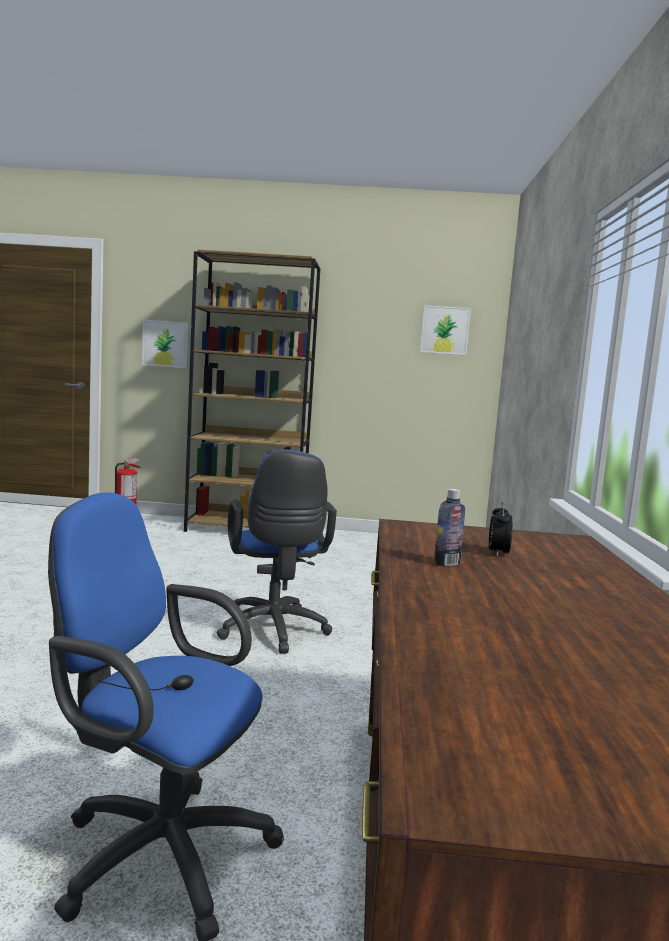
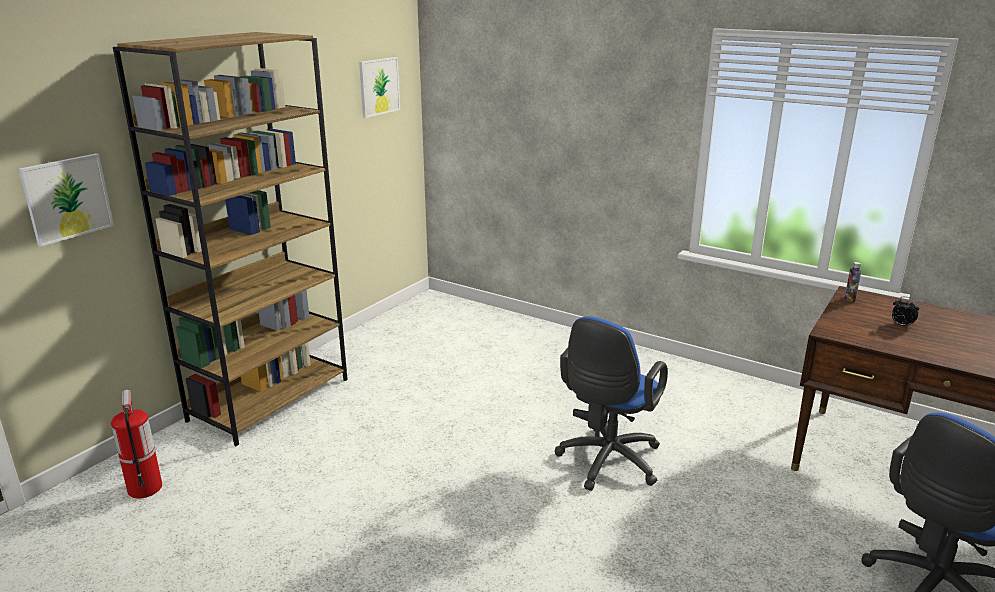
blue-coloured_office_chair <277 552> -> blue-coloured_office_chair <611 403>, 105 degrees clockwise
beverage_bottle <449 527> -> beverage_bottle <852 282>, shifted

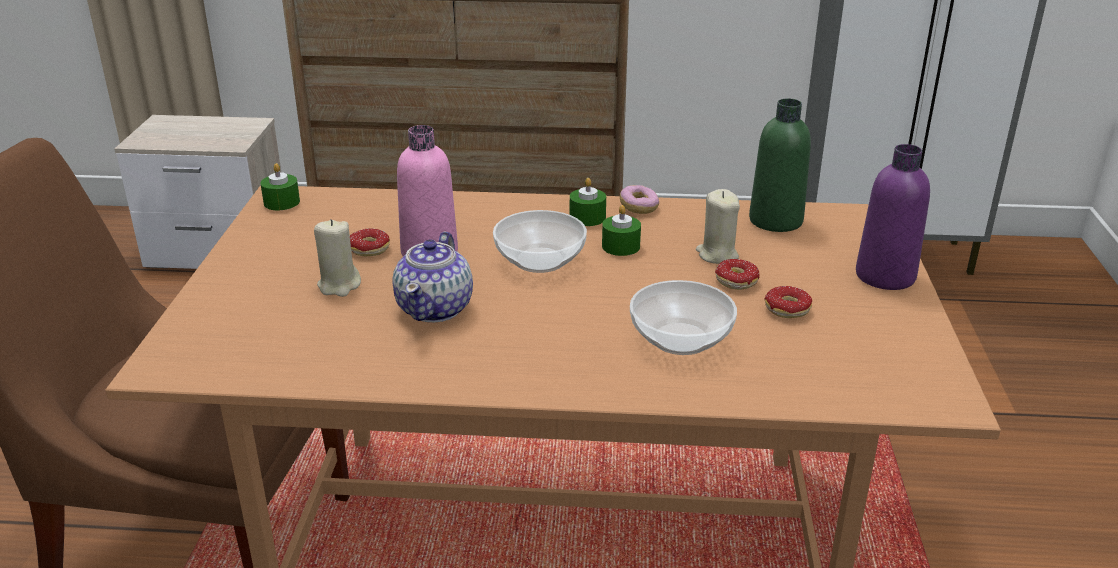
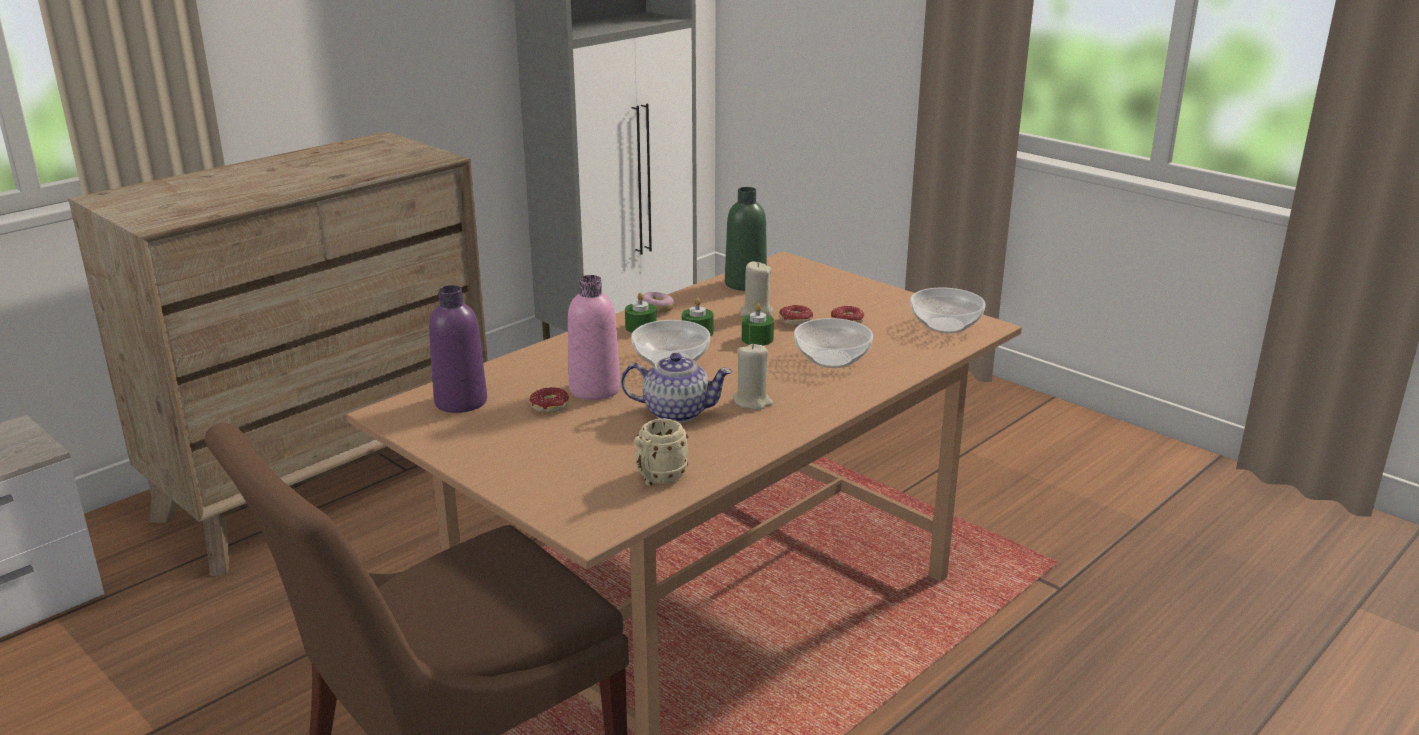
purple_beverage_bottle <893 217> -> purple_beverage_bottle <458 349>, shifted
pot_for_tea <433 276> -> pot_for_tea <676 388>, 45 degrees counterclockwise
none -> sand-coloured_coffee_mug <661 452>
sand-coloured_wax_candle <337 258> -> sand-coloured_wax_candle <753 376>, shifted
green_wax_candle <280 186> -> green_wax_candle <758 324>, shifted
none -> deep_dish <948 311>

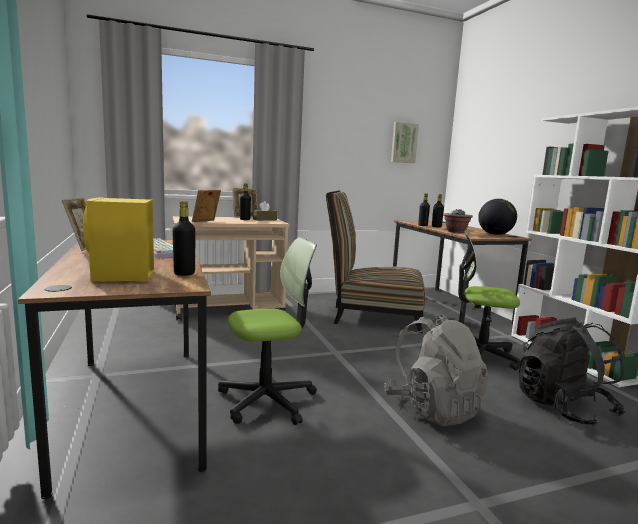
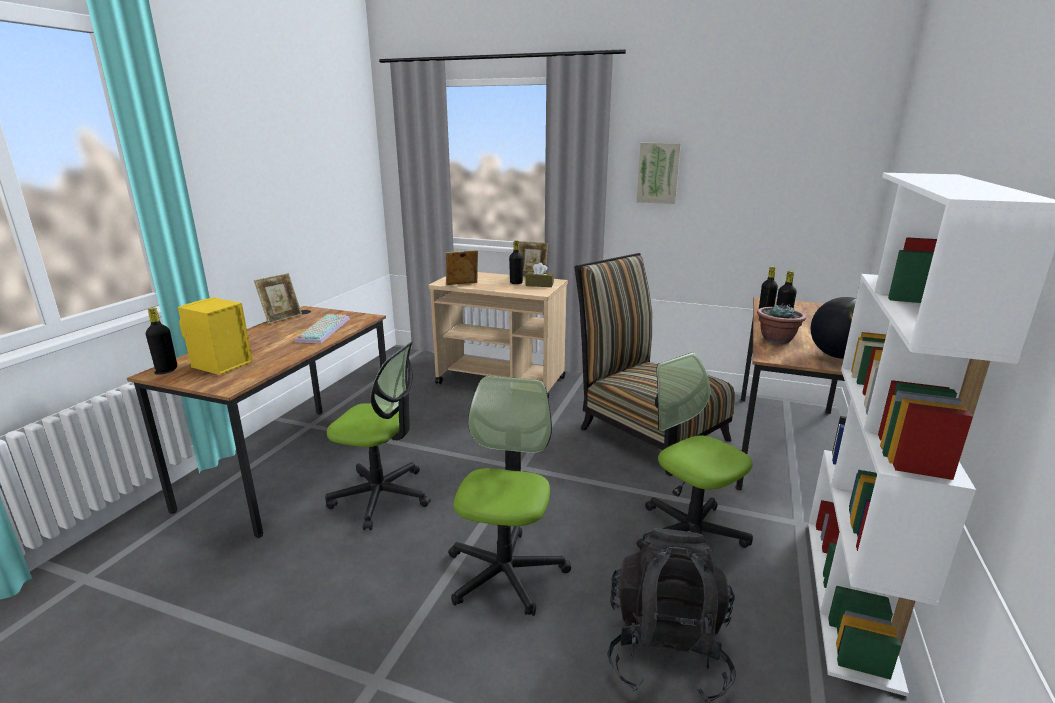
black_beverage_bottle <184 238> -> black_beverage_bottle <161 339>, shifted
gray_knapsack <436 370> -> office_chair <509 496>
picture <405 142> -> picture <658 173>, shifted

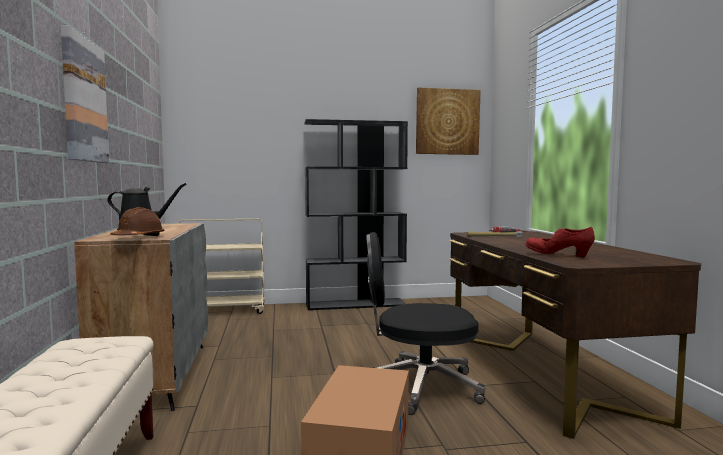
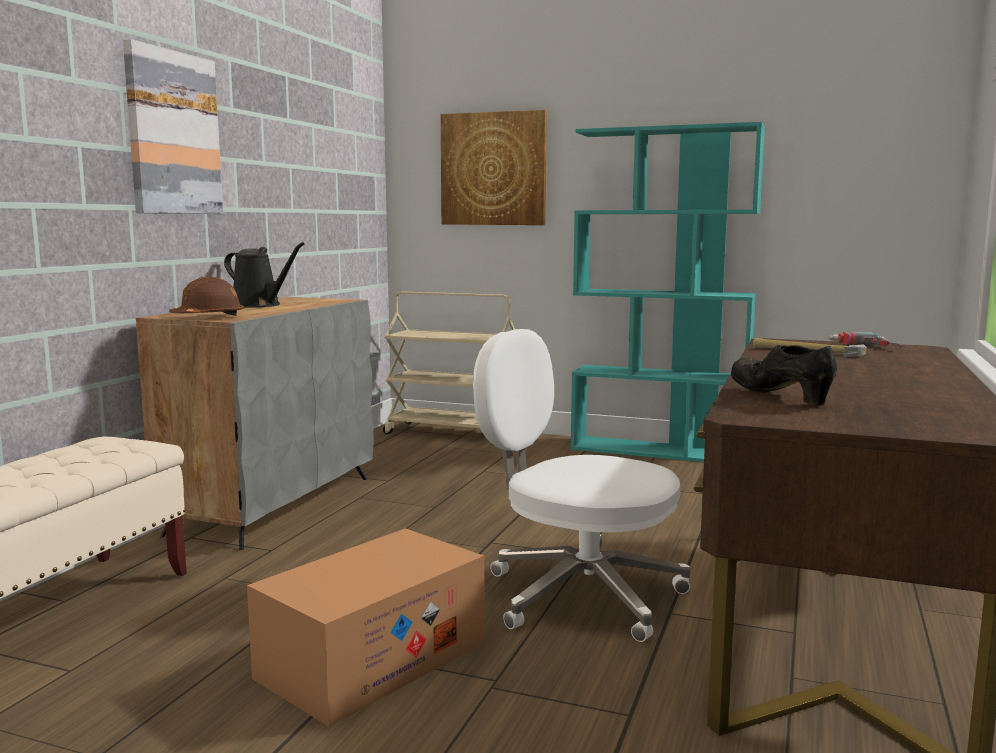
picture <448 121> -> picture <494 167>, shifted
black_office_chair <425 323> -> whitish_office_chair <581 485>
black_shelving_unit <356 214> -> turquoise_shelving_unit <668 292>
reddish_item_of_footwear <560 242> -> black_item_of_footwear <784 375>

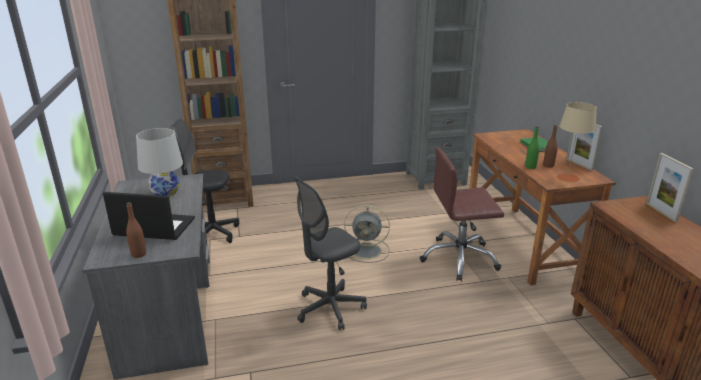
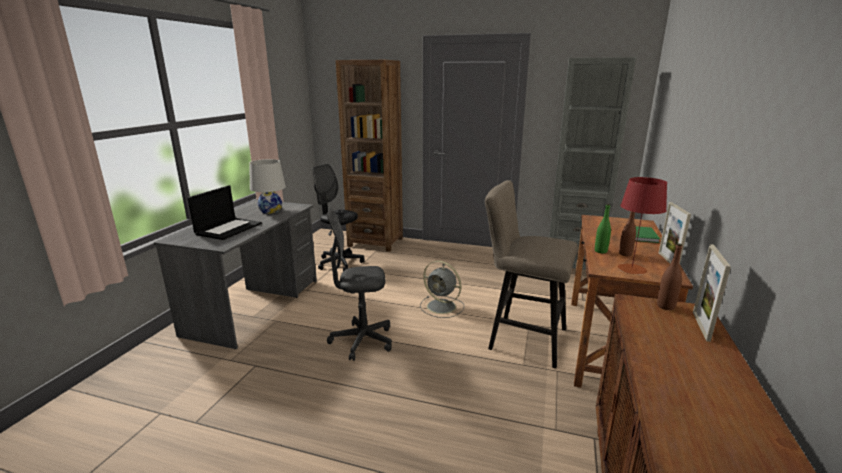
laptop <149 216> -> laptop <224 212>, 75 degrees clockwise
brown-coloured_office_chair <462 214> -> sand-coloured_stool_seat <531 274>
sand-coloured_lamp_for_a_table <576 142> -> reddish_lamp_for_a_table <642 226>
brown-coloured_beverage_bottle <136 230> -> brown-coloured_beverage_bottle <669 276>, shifted

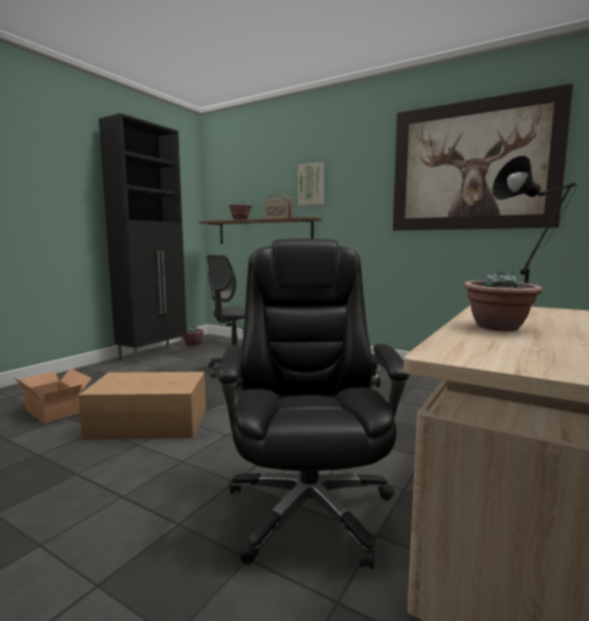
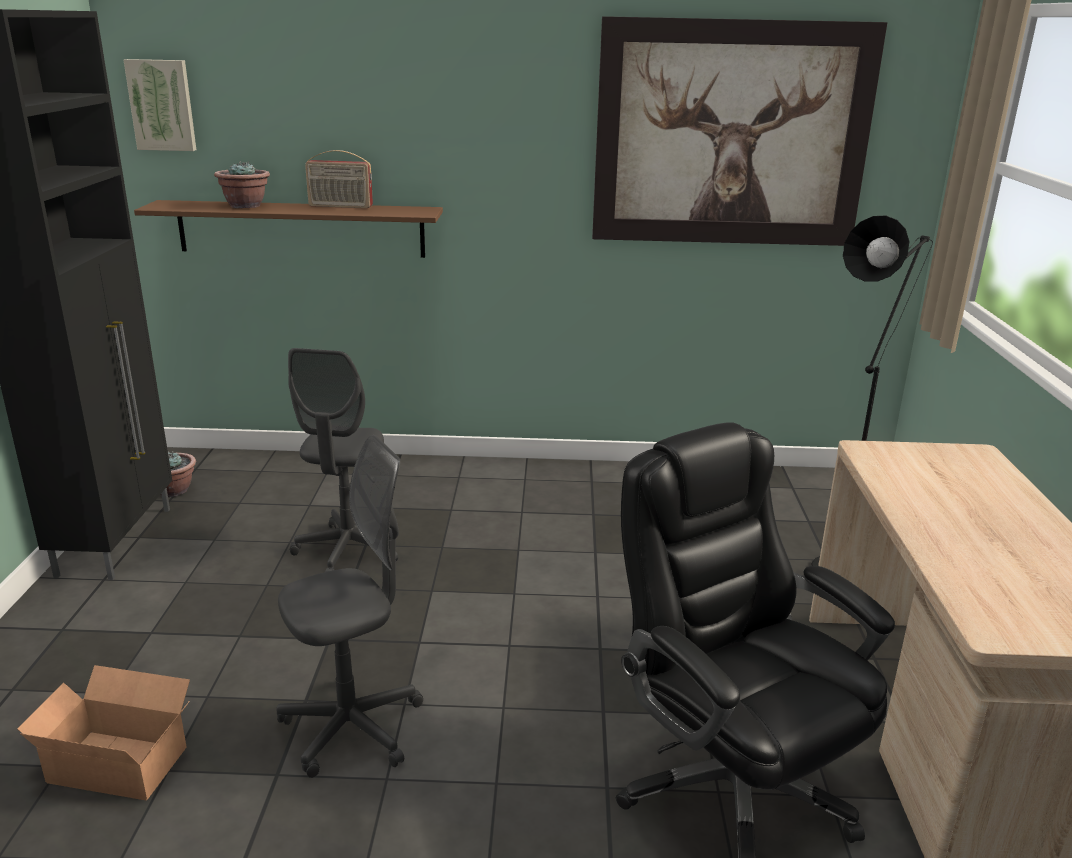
picture <311 184> -> picture <159 105>, shifted
carton <142 405> -> gray_office_chair <349 606>
plant_in_a_pot <503 301> -> none

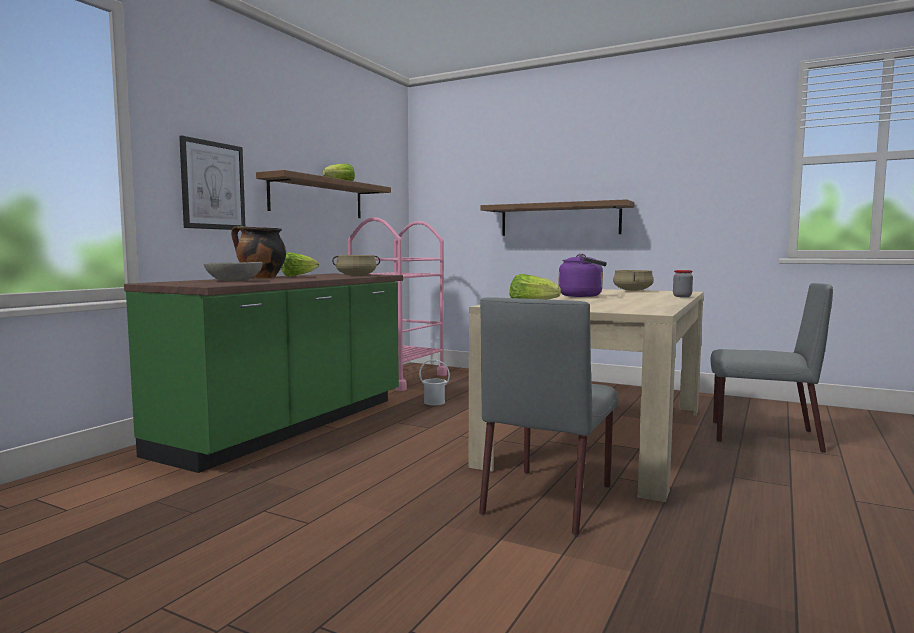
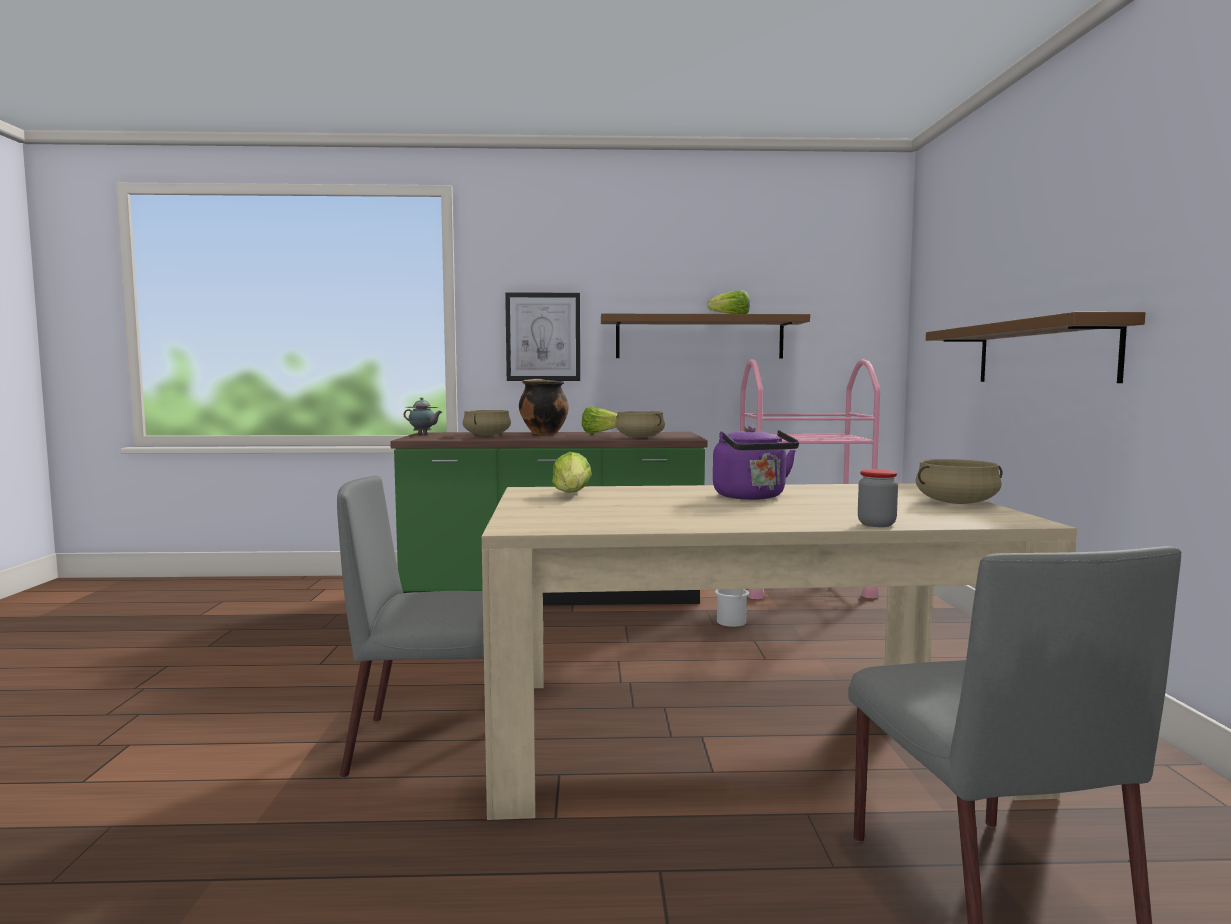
none -> pot_for_tea <423 415>
gray_deep_dish <233 271> -> sand-coloured_cooking_pot <487 422>

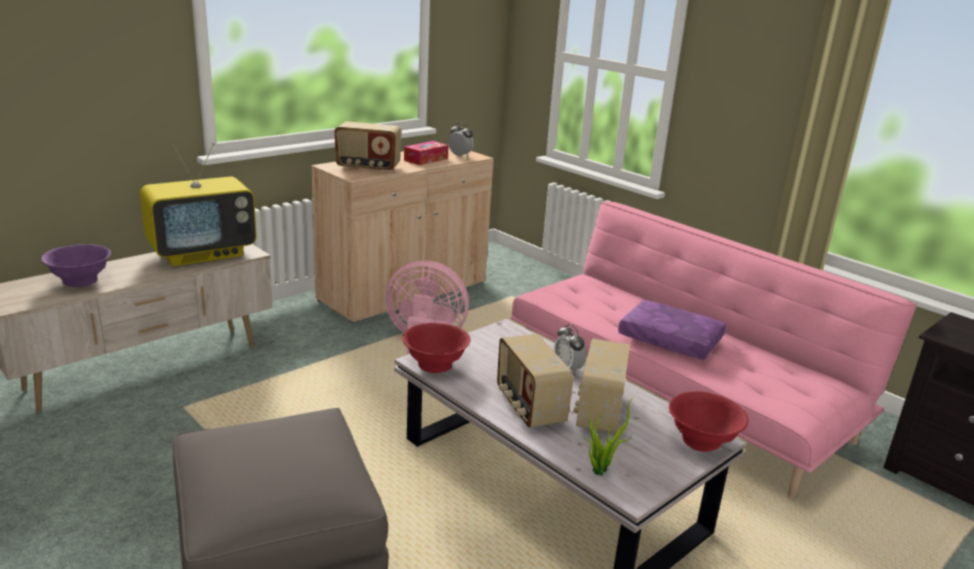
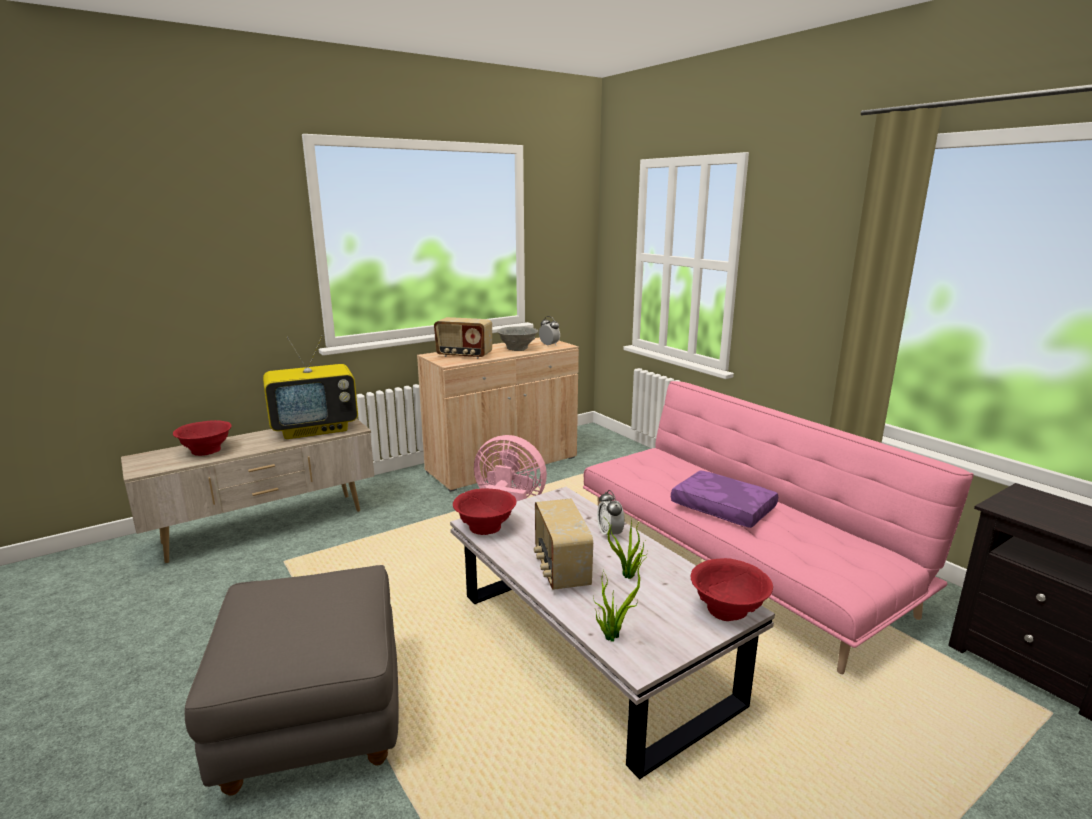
purple_deep_dish <76 265> -> reddish_deep_dish <202 438>
box_of_tissues <426 153> -> gray_deep_dish <517 338>
radio_receiver <602 385> -> plant_in_a_pot <627 548>

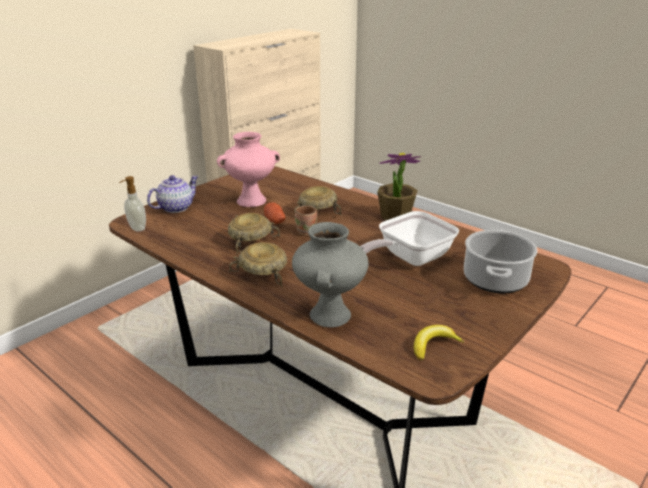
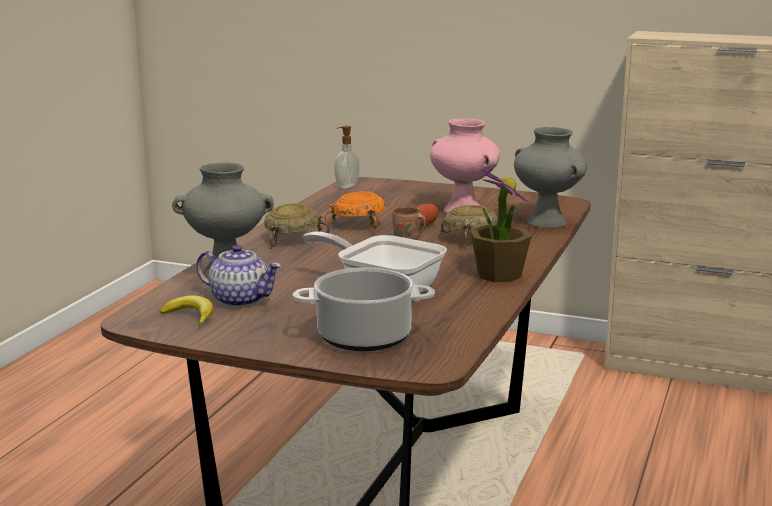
pot_for_tea <173 194> -> pot_for_tea <239 276>, shifted
sand-coloured_deep_dish <254 234> -> orangey_deep_dish <355 211>
none -> gray_decorative_vase <550 177>

